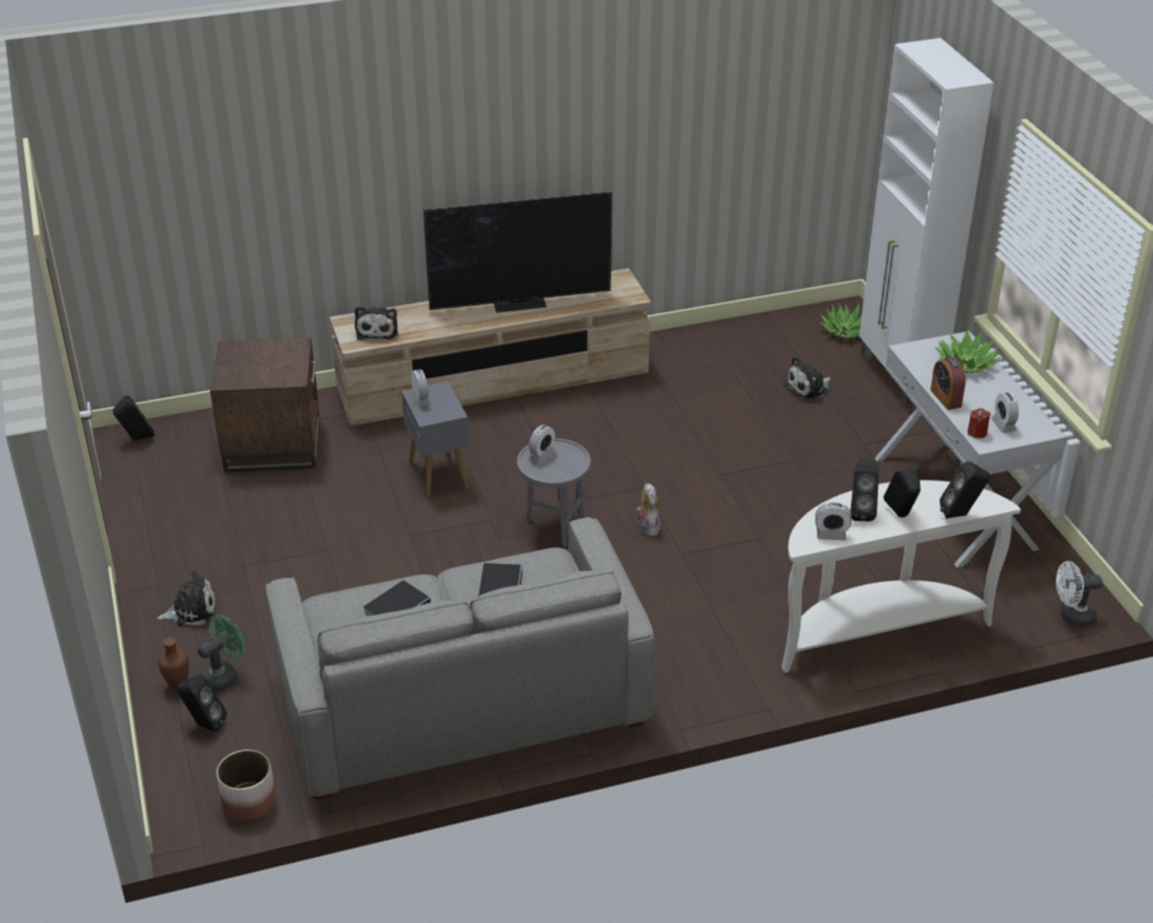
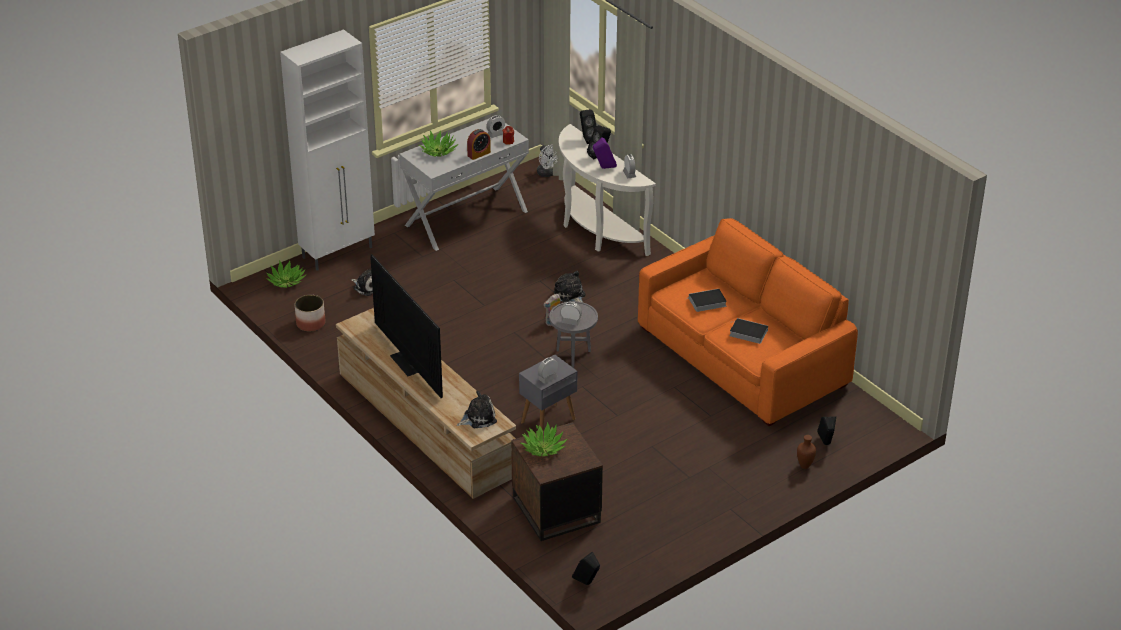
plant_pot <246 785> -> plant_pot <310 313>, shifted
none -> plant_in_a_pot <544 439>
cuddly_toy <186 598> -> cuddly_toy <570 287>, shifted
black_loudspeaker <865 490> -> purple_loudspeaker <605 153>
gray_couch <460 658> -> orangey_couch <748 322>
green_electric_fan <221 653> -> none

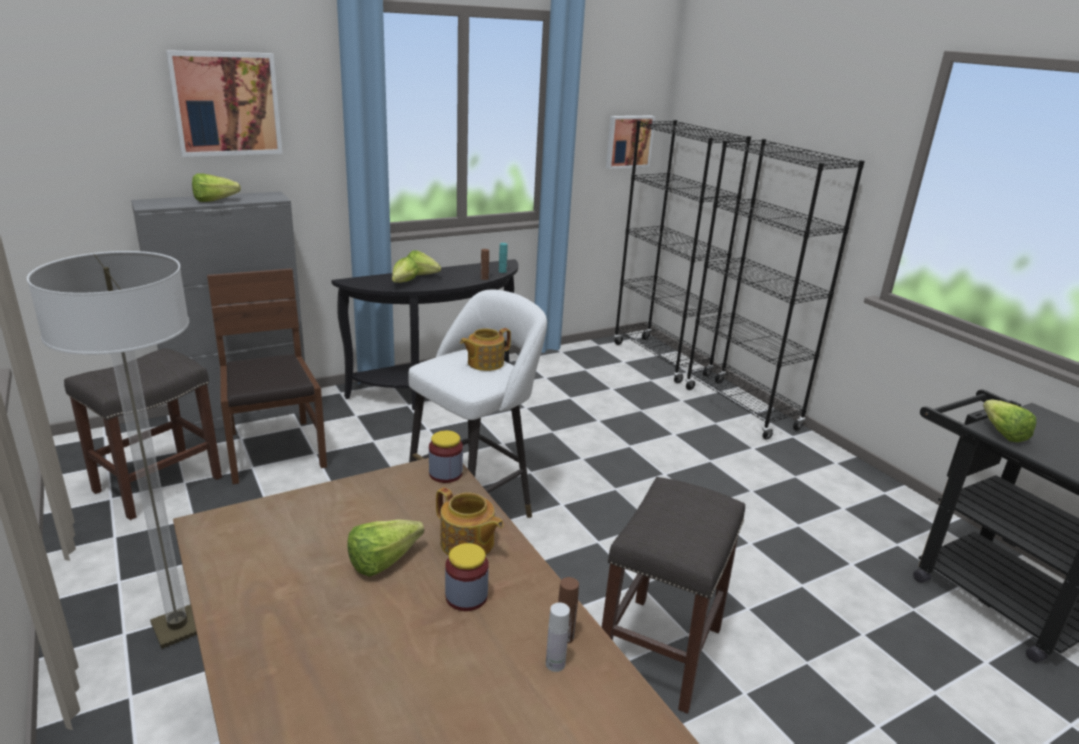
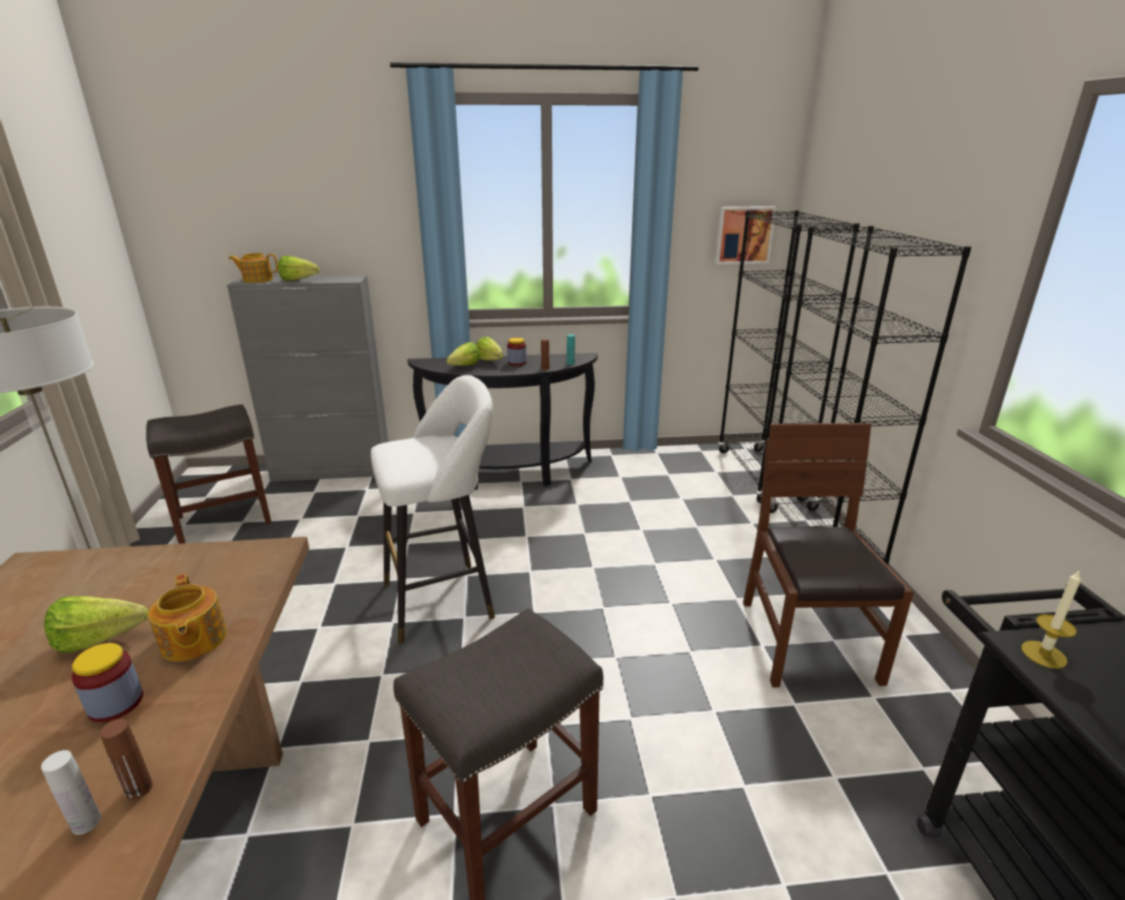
pot_for_tea <485 349> -> pot_for_tea <253 268>, shifted
jar <446 456> -> jar <516 352>, shifted
brown-coloured_chair <267 376> -> brown-coloured_chair <828 555>, shifted
lettuce_head <1009 421> -> wax_candle <1051 619>
picture <224 103> -> none

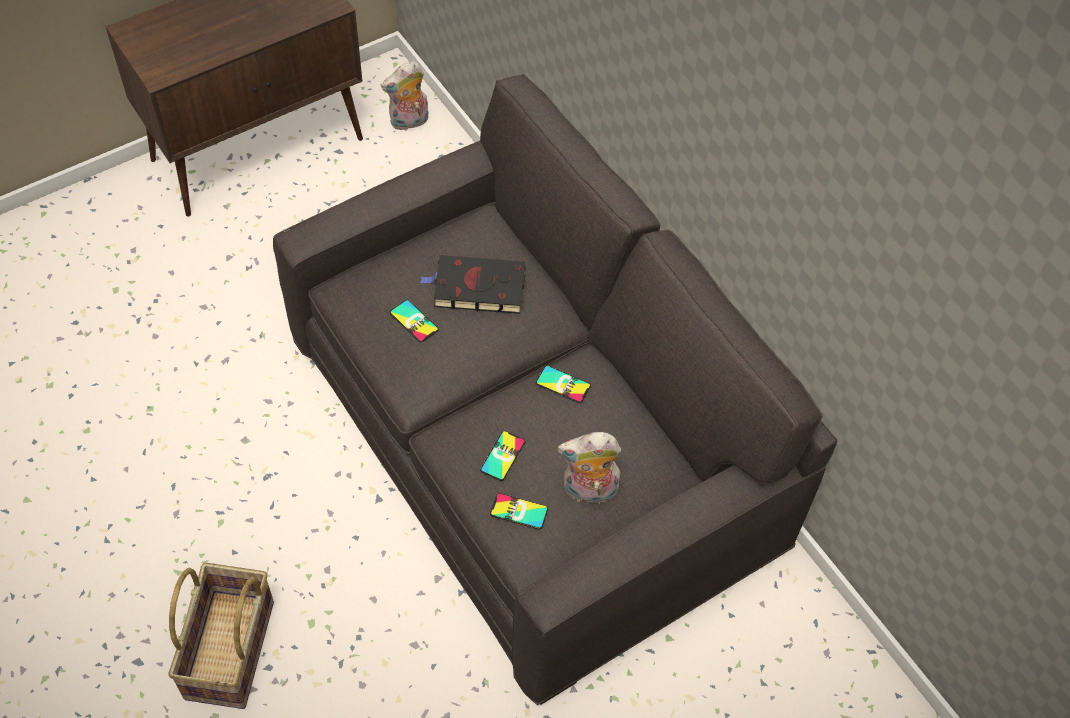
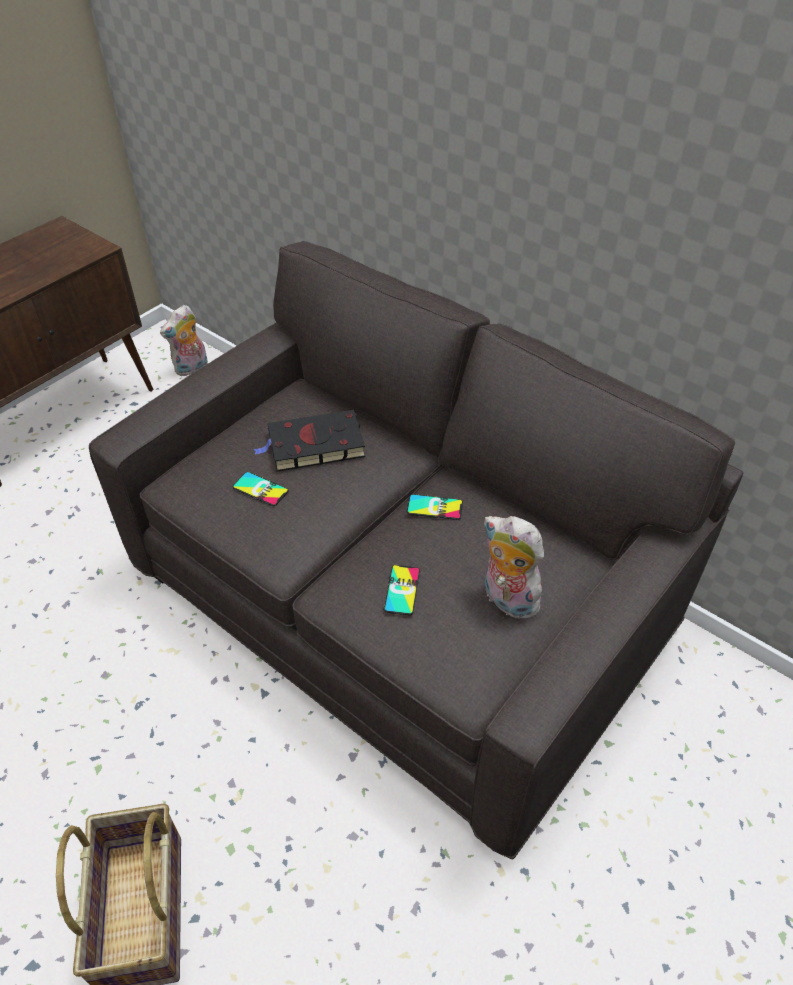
cuddly_toy <589 468> -> cuddly_toy <514 568>, 60 degrees clockwise
telephone <519 511> -> none

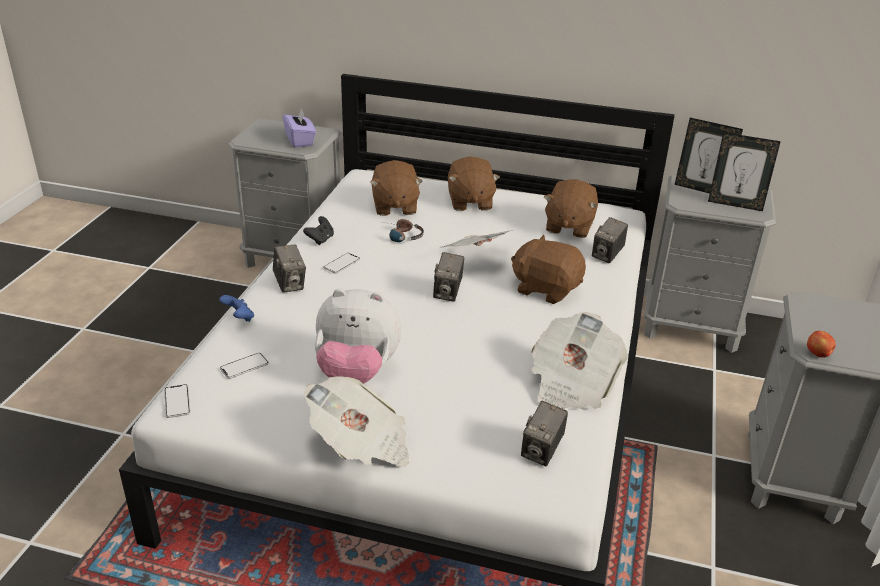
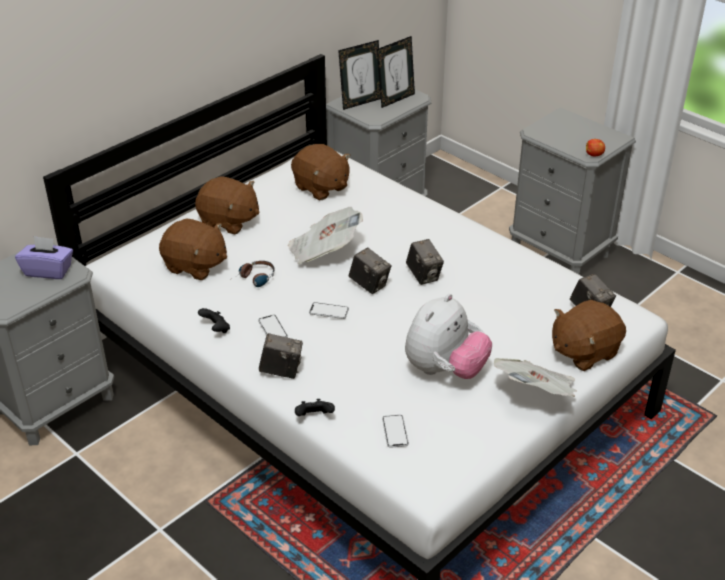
blue-coloured_joypad <237 308> -> black_joypad <315 407>
telephone <177 401> -> telephone <329 310>, shifted
still_camera <610 240> -> still_camera <425 262>, shifted
brown-coloured_cuddly_toy <548 269> -> brown-coloured_cuddly_toy <589 335>, shifted
newspaper <579 360> -> none

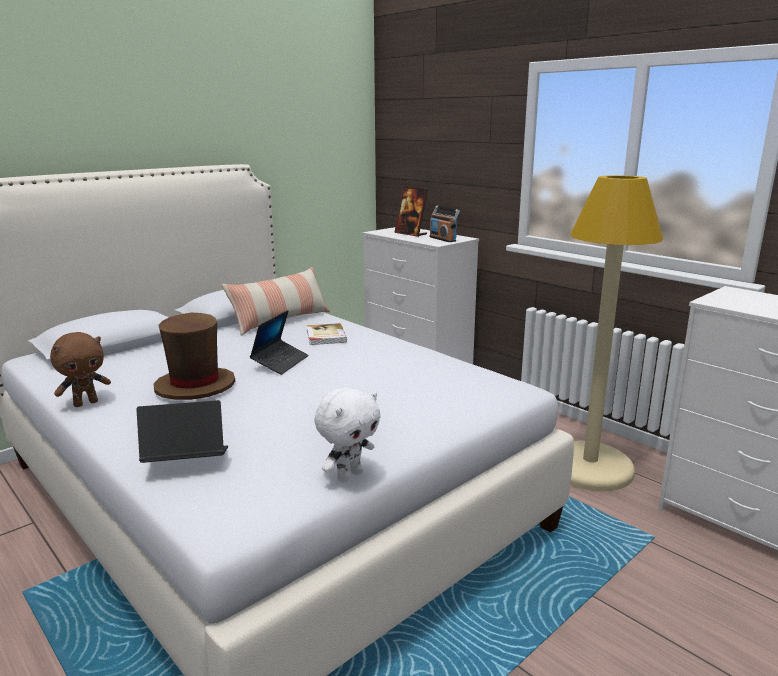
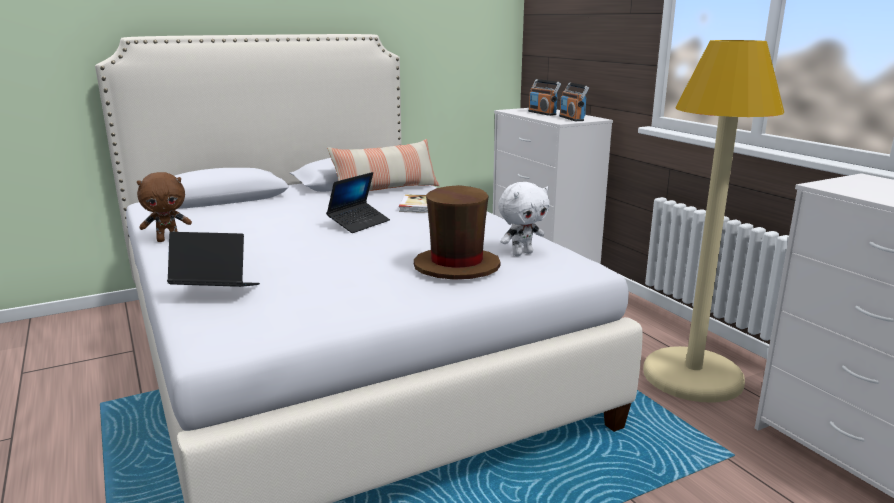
brown-coloured_wearable_hat <194 356> -> brown-coloured_wearable_hat <457 232>, shifted
whitish_cuddly_toy <347 435> -> whitish_cuddly_toy <524 219>, shifted
standing_frame <411 212> -> radio_receiver <544 97>

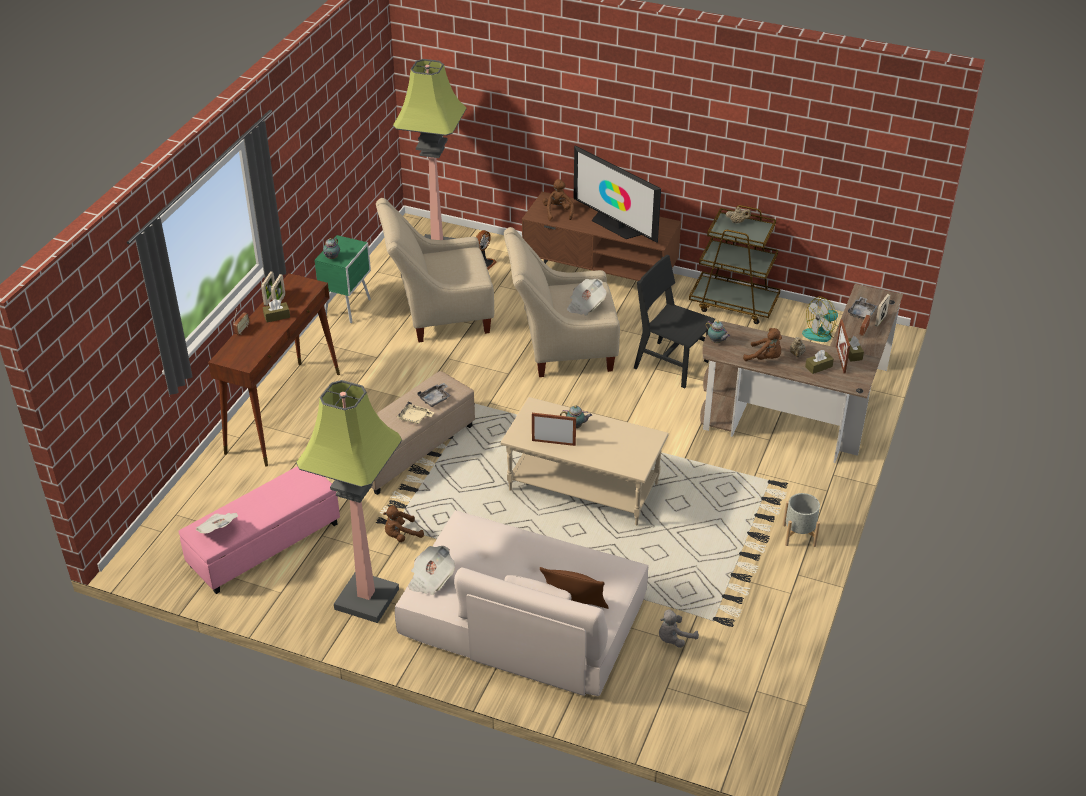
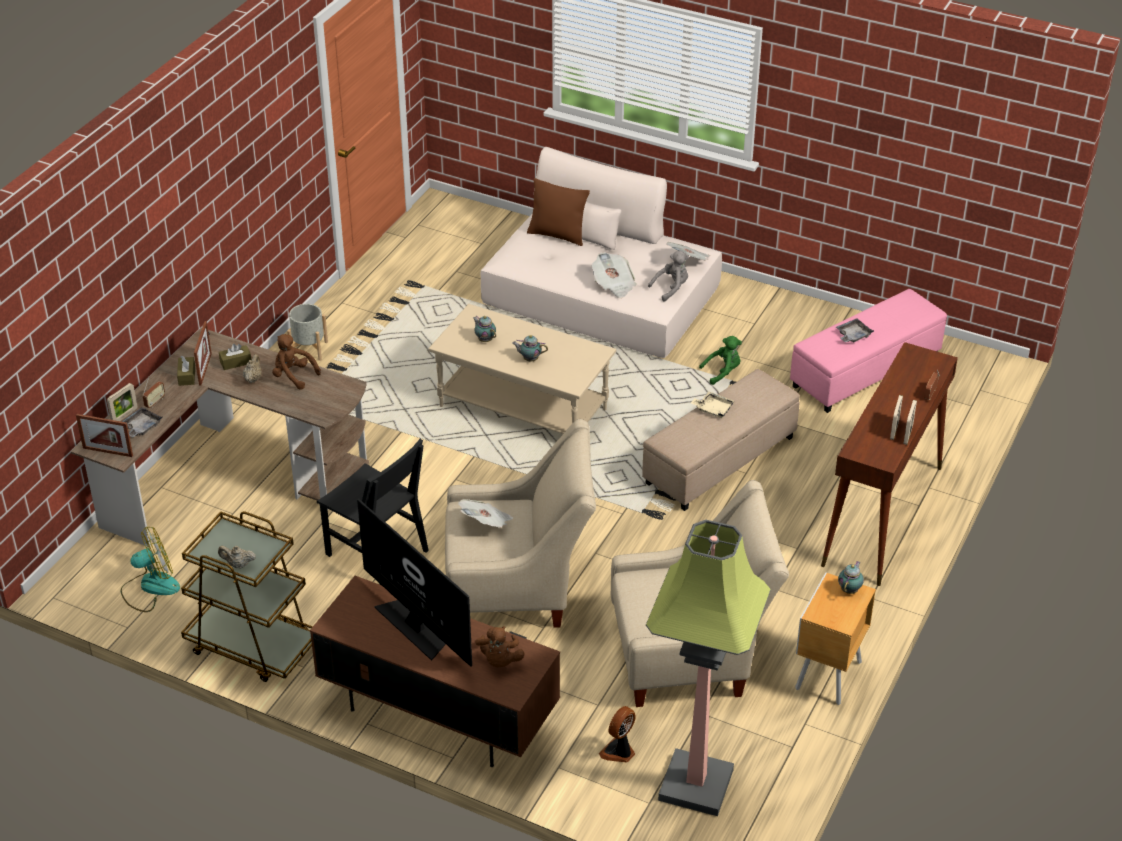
standing_frame <554 429> -> standing_frame <104 435>, shifted
pot_for_tea <717 332> -> pot_for_tea <484 329>, shifted
newspaper <217 523> -> newspaper <614 275>, shifted
gray_cuddly_toy <679 628> -> gray_cuddly_toy <668 276>, shifted
brown-coloured_cuddly_toy <403 523> -> green_cuddly_toy <720 360>
green_bedside_table <342 279> -> brown-coloured_bedside_table <835 638>
gray_tray <434 395> -> gray_tray <855 330>, shifted
brown-coloured_box_of_tissues <276 310> -> none
standing_lamp <349 501> -> none

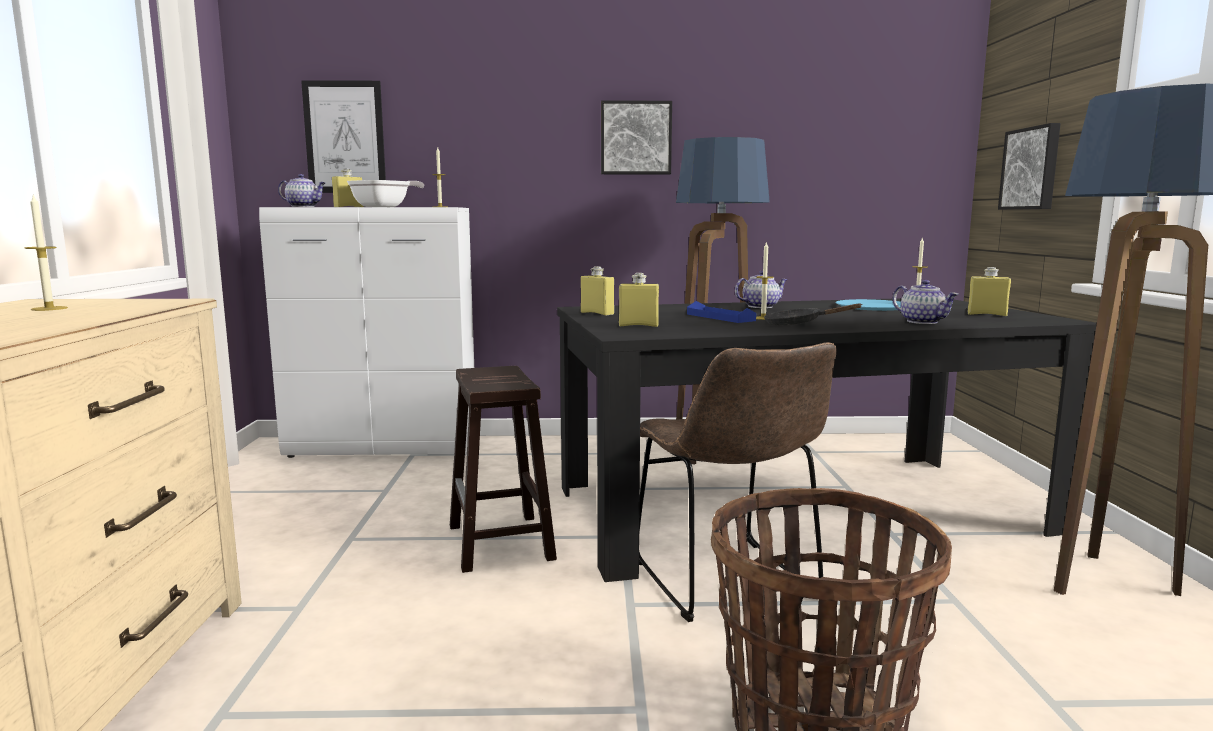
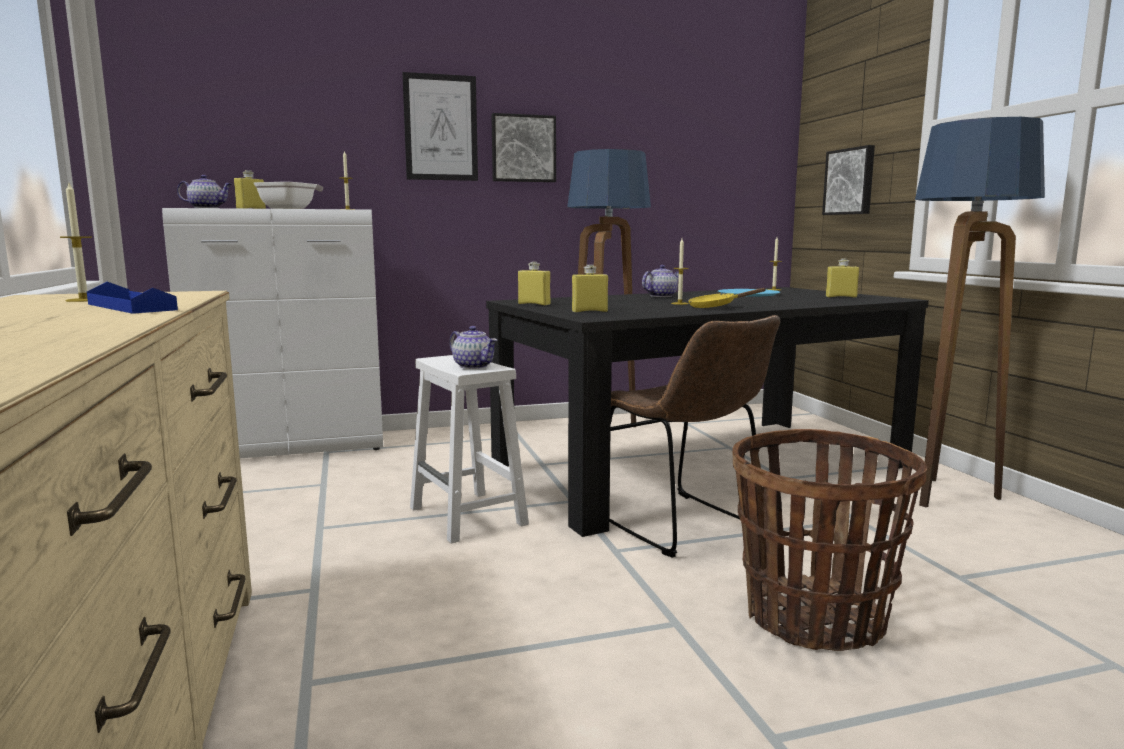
blue-coloured_tray <721 312> -> blue-coloured_tray <132 298>, shifted
picture <343 136> -> picture <440 126>, shifted
brown-coloured_stool_seat <503 469> -> whitish_stool_seat <469 449>
pot_for_tea <925 302> -> pot_for_tea <473 347>, shifted
black_frying_pan <813 314> -> yellow-coloured_frying_pan <727 298>

